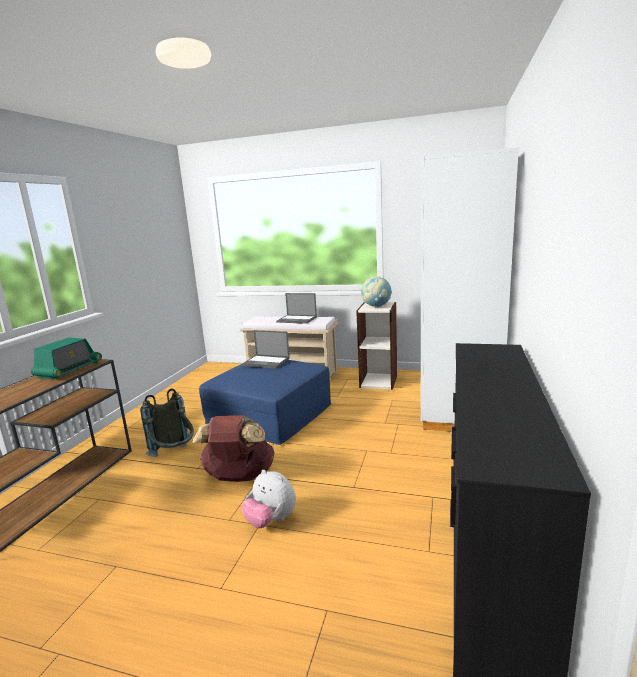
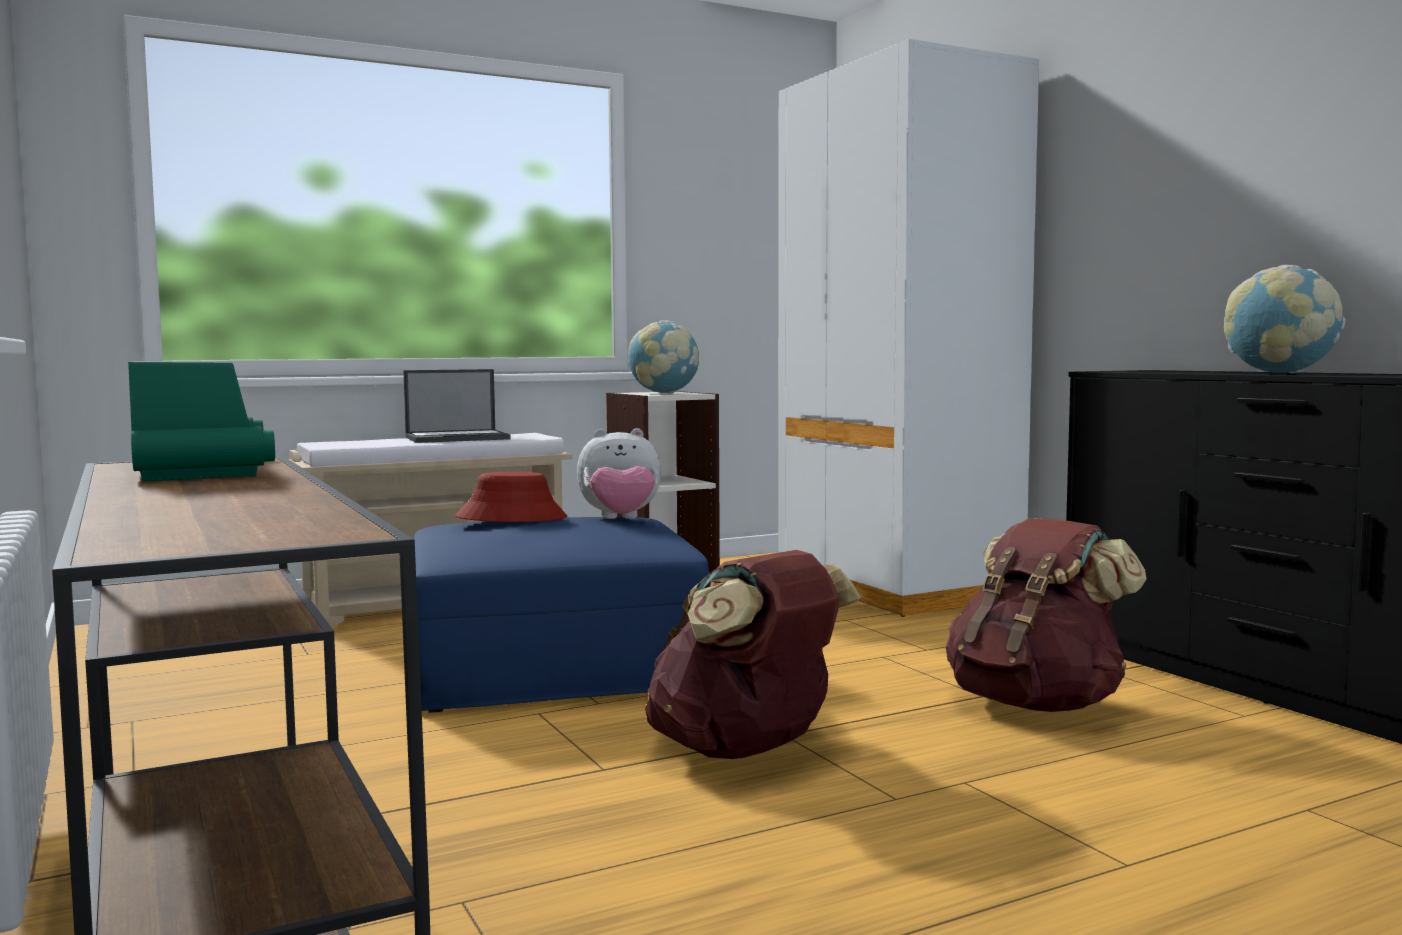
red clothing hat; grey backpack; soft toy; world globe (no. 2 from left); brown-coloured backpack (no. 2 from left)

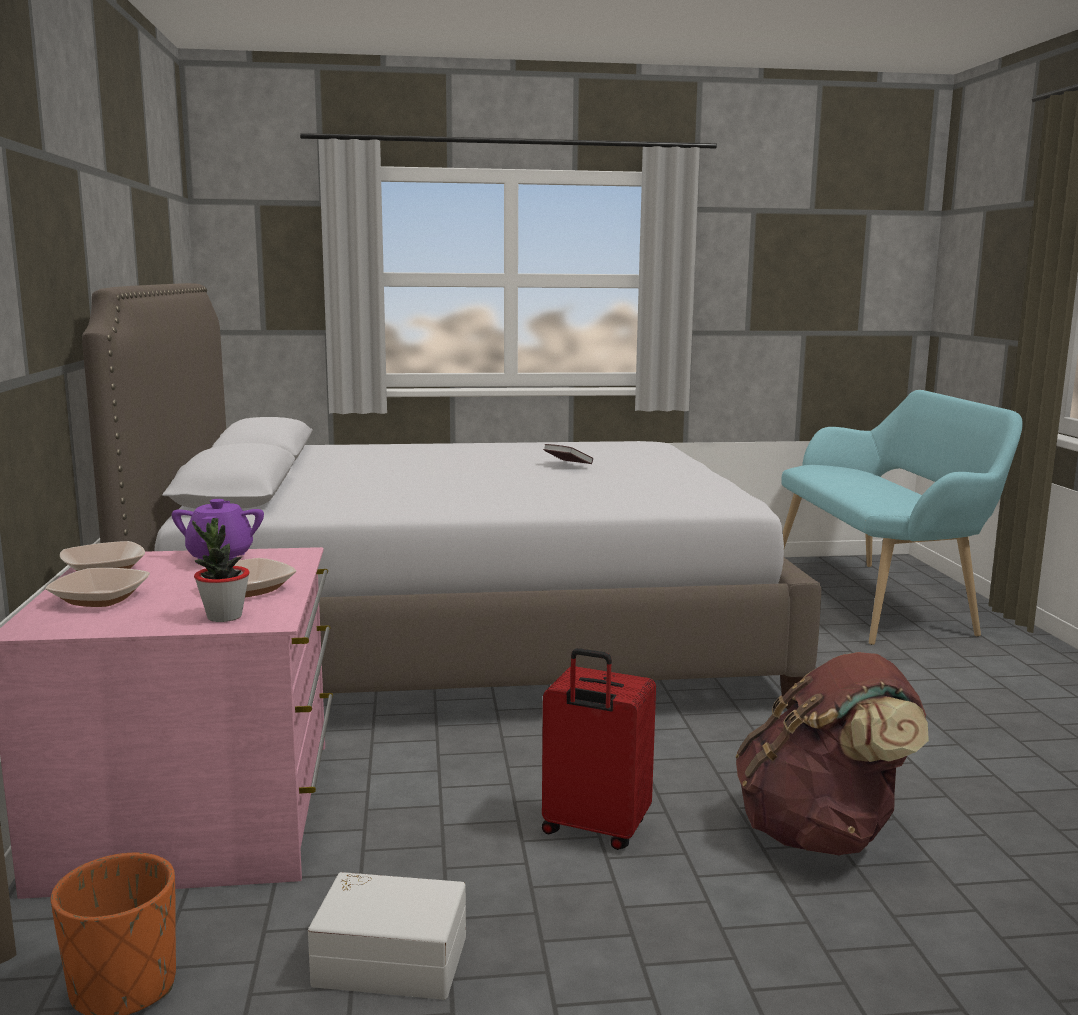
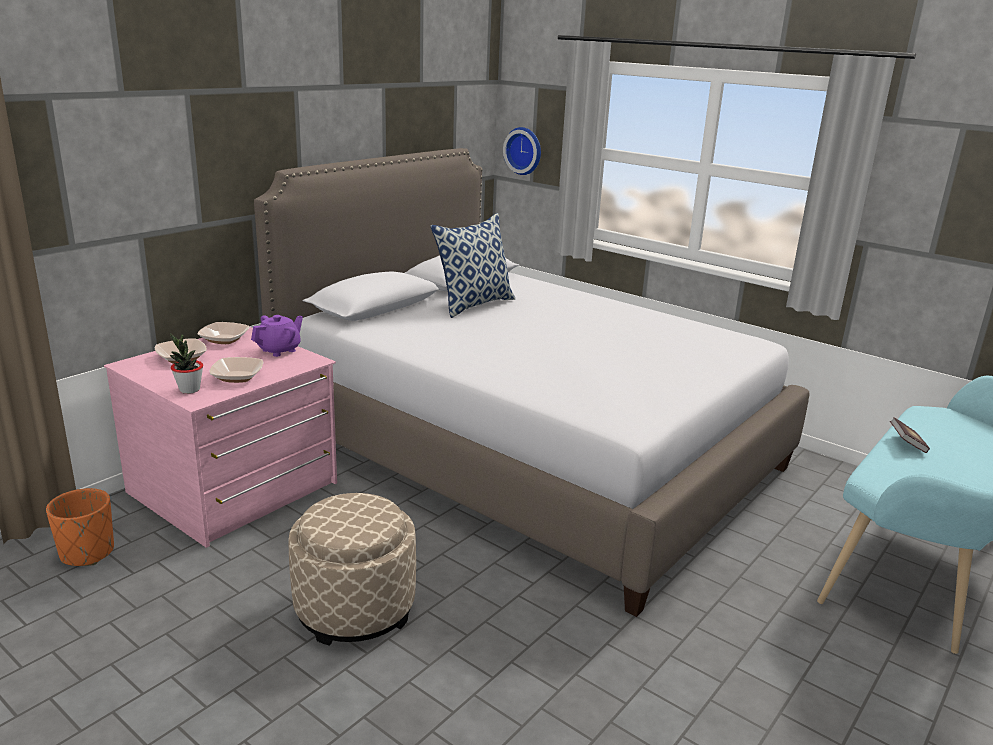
volume; sand-coloured footrest; brown-coloured backpack; white storage box; clock on the wall; pillow

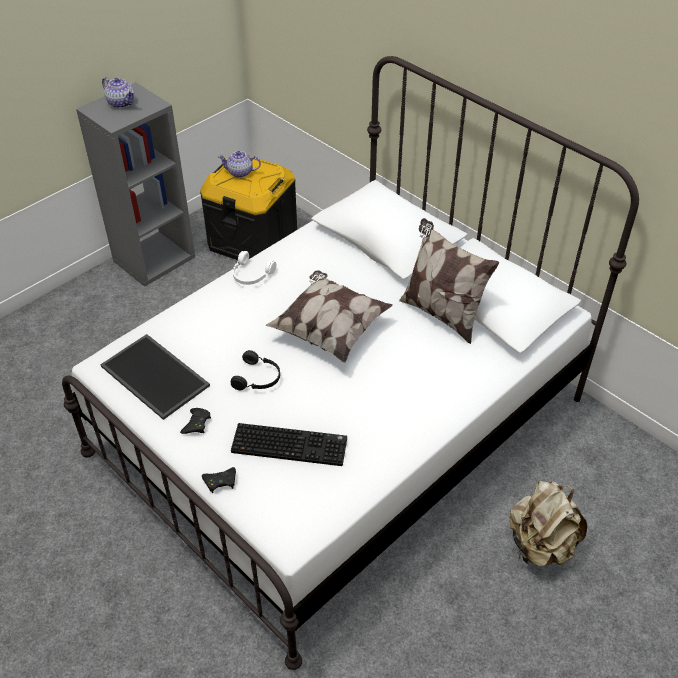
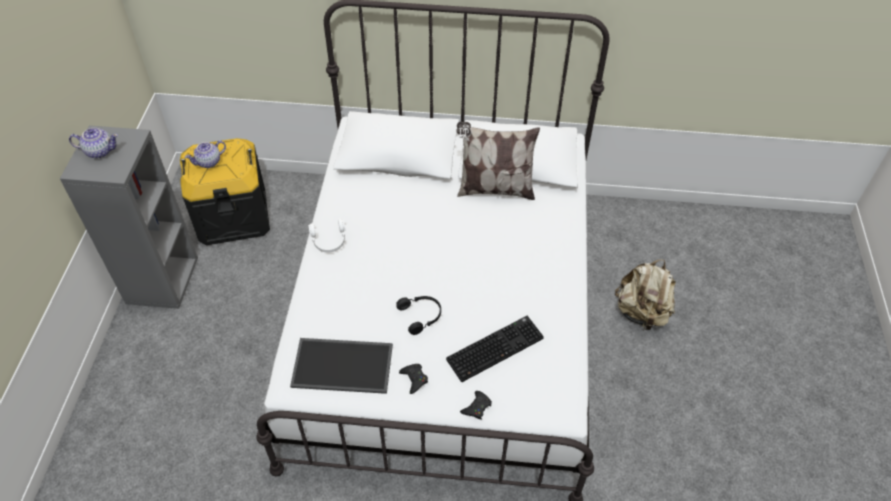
pillow (no. 1 from left in the first image)

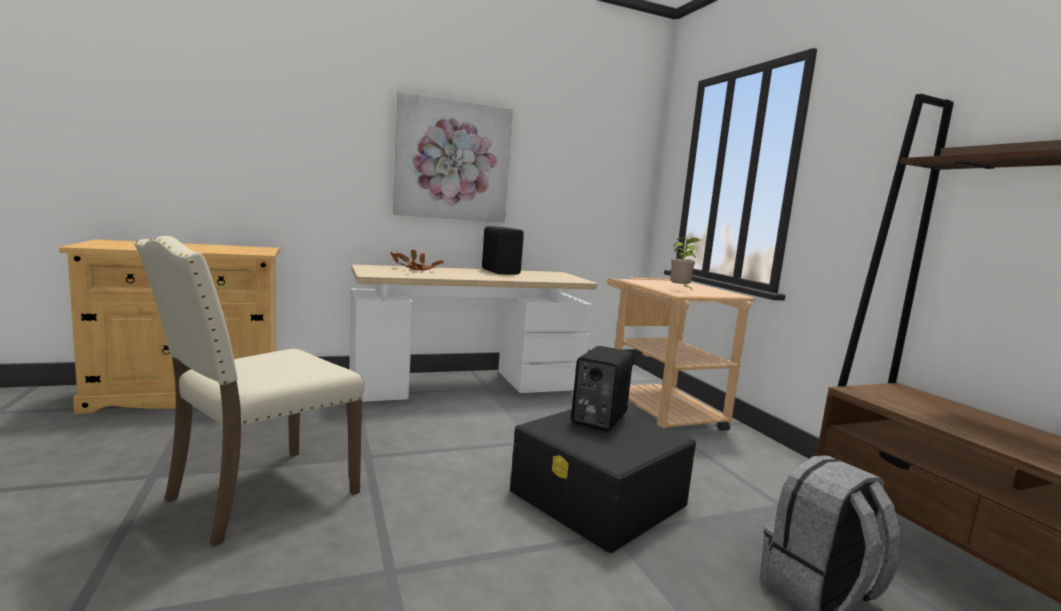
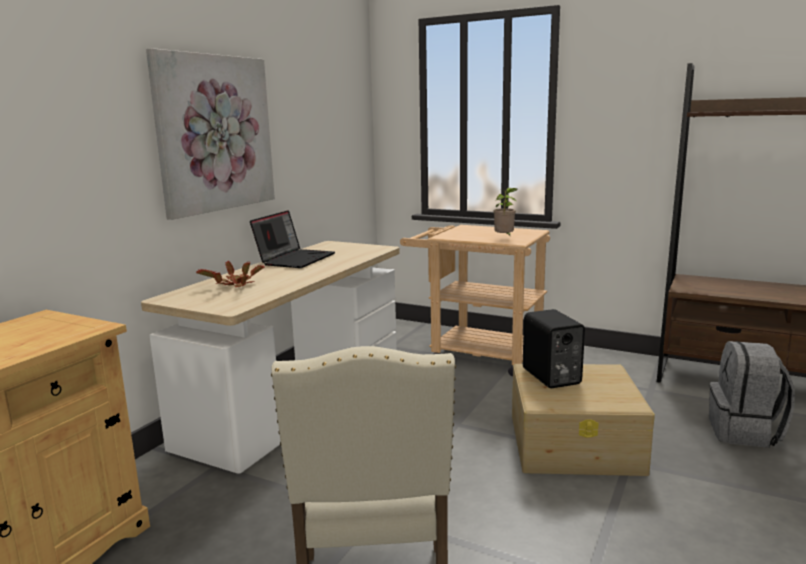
portable computer; sand-coloured storage box

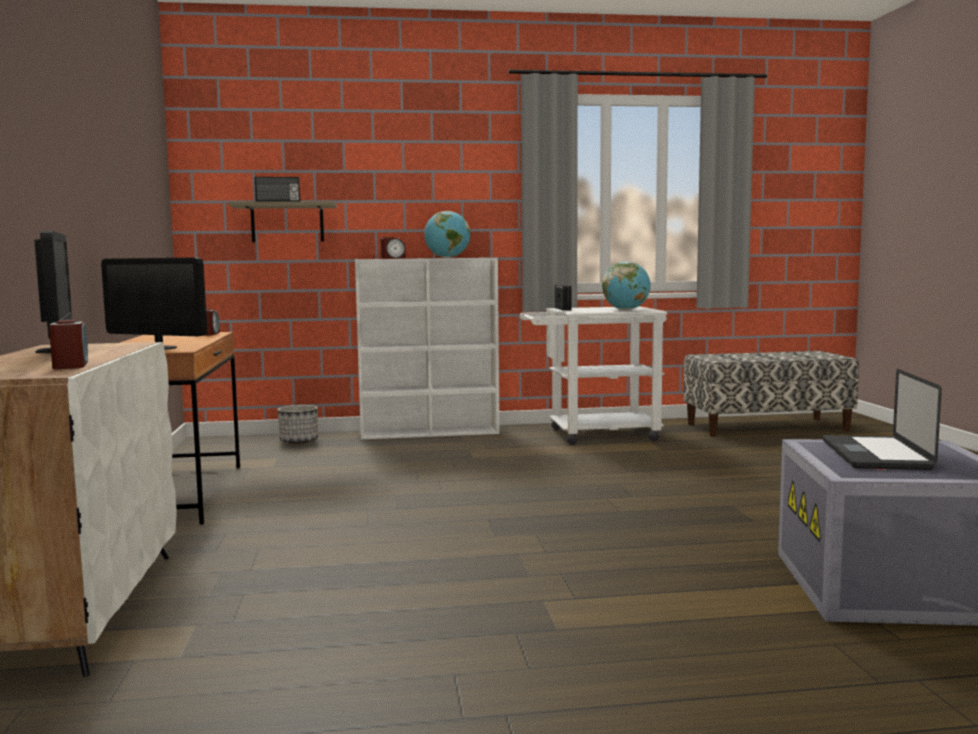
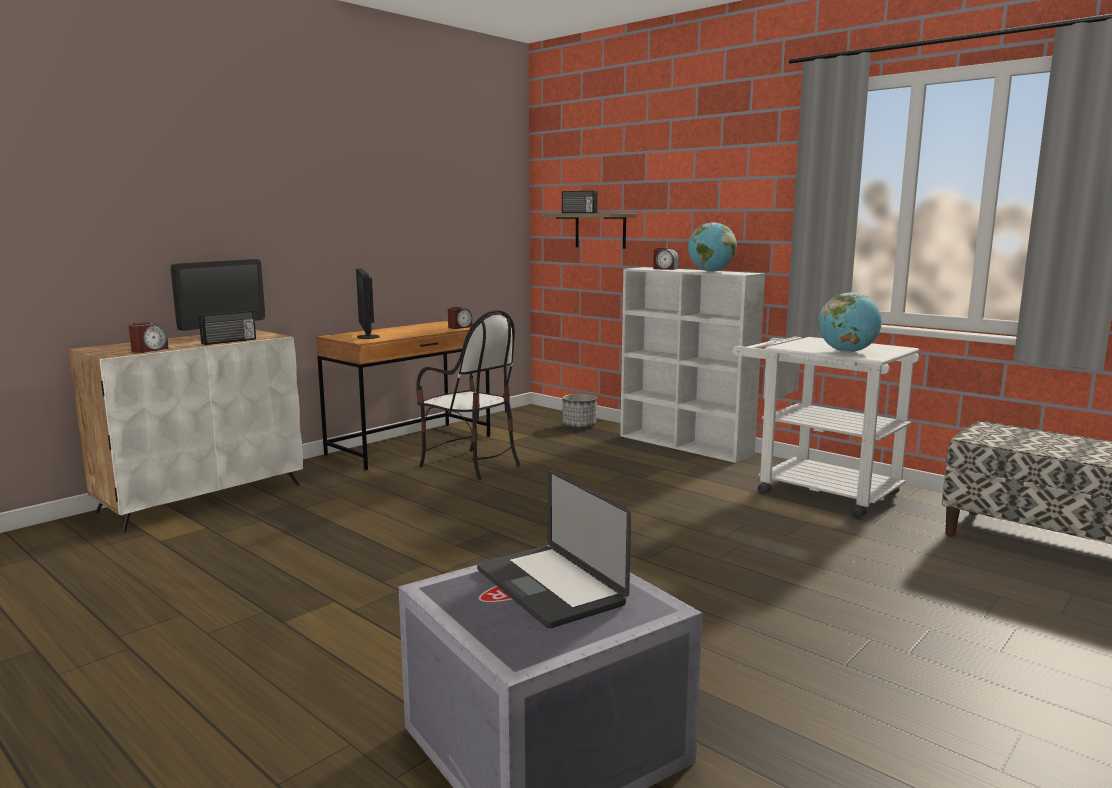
radio set (no. 1 from left); portable computer; plain chair

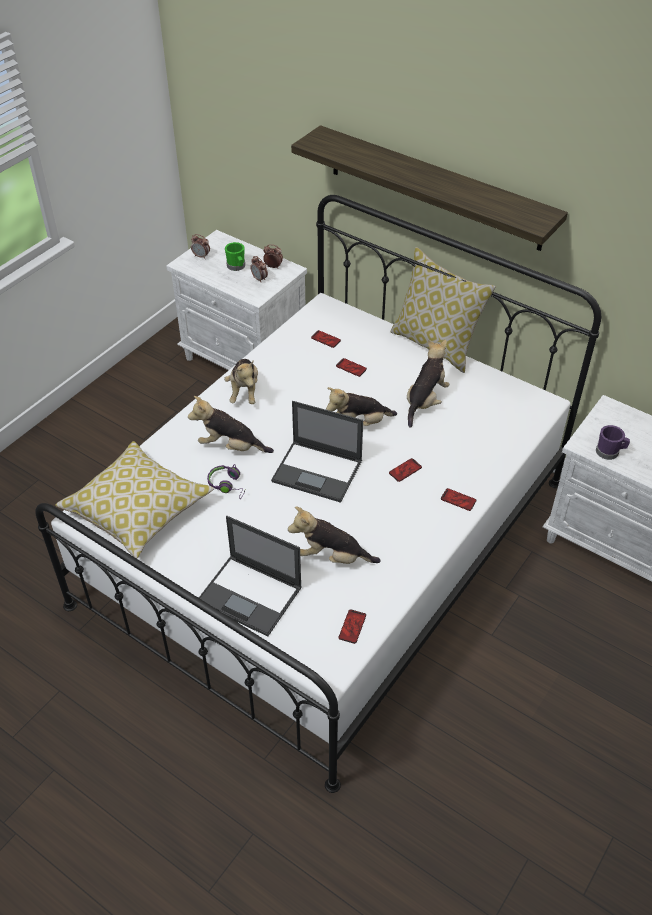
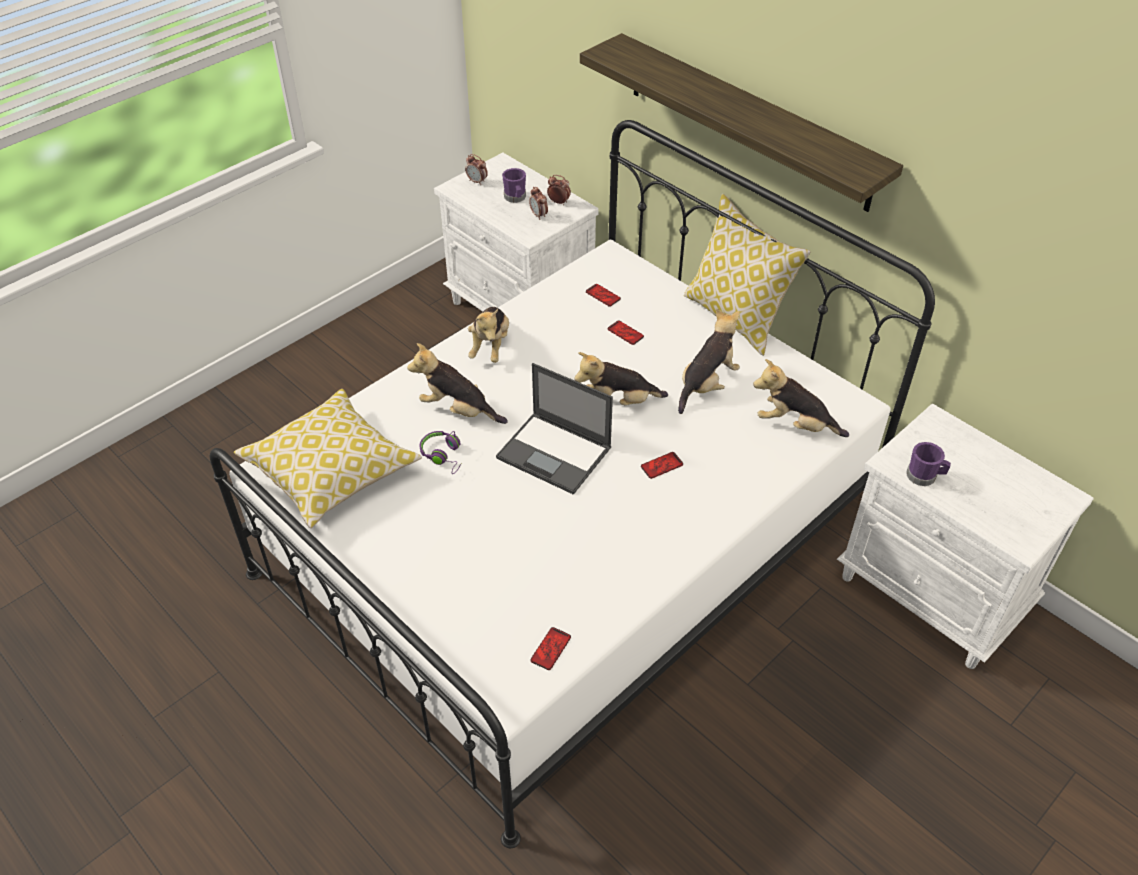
purple mug (no. 1 from left); phone (no. 5 from left in the first image); soft toy (no. 5 from left); portable computer (no. 1 from left in the first image)

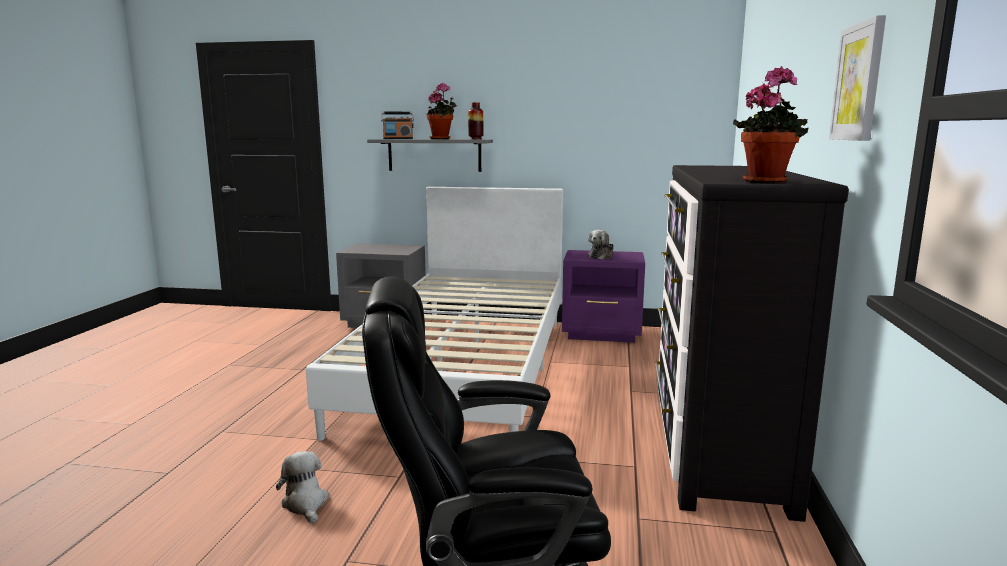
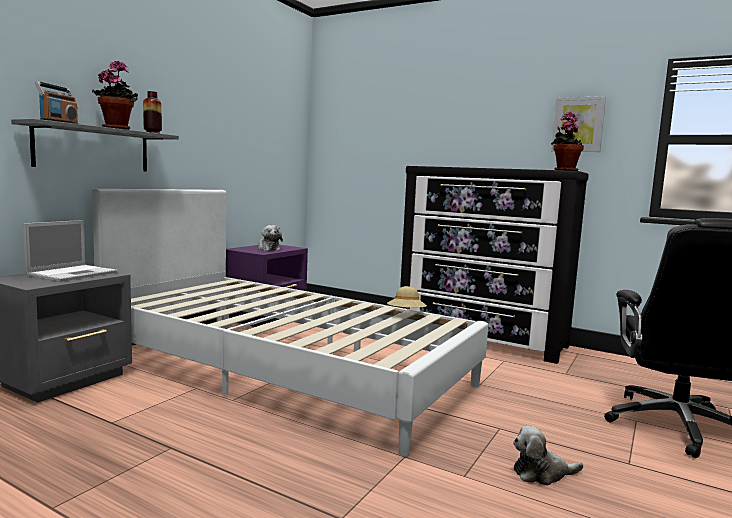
portable computer; sand-coloured clothing hat

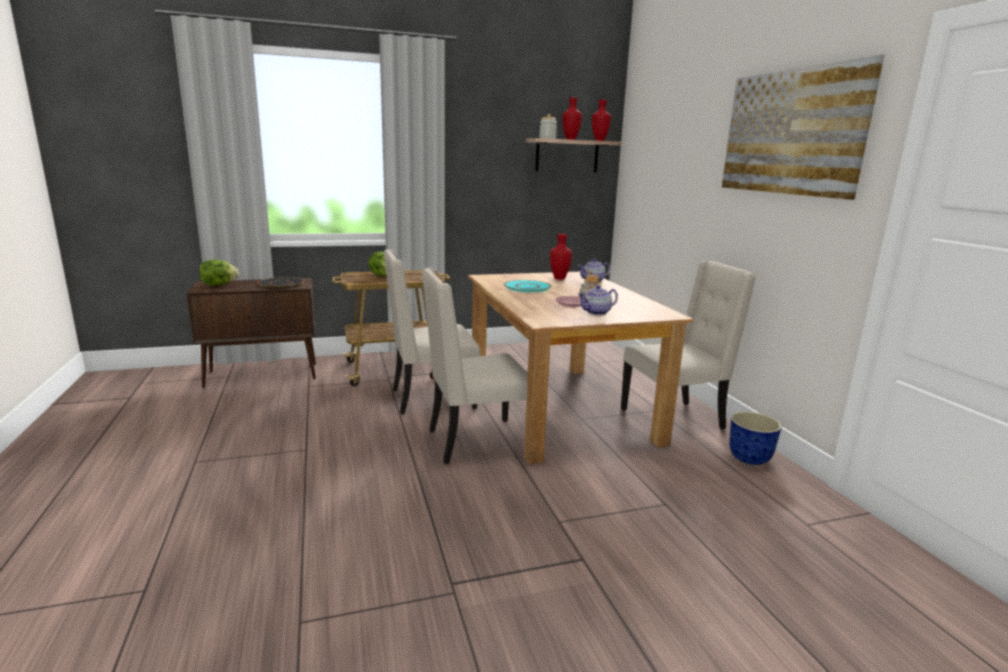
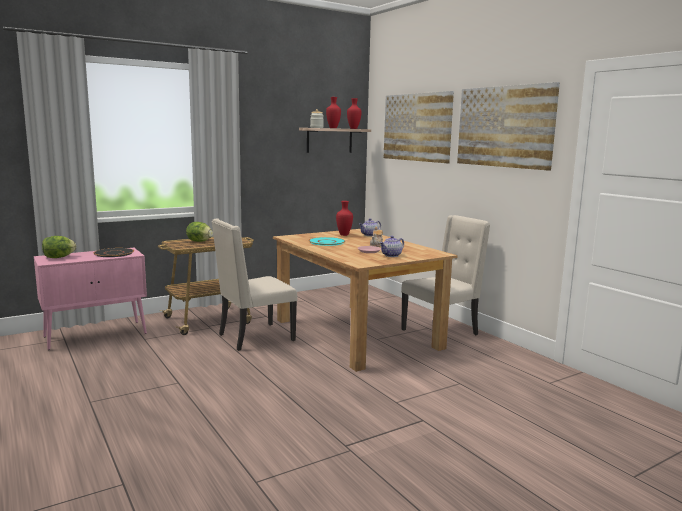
sand-coloured plain chair (no. 2 from left in the first image); pink-coloured cabinet; plant pot; wall picture (no. 1 from left)

